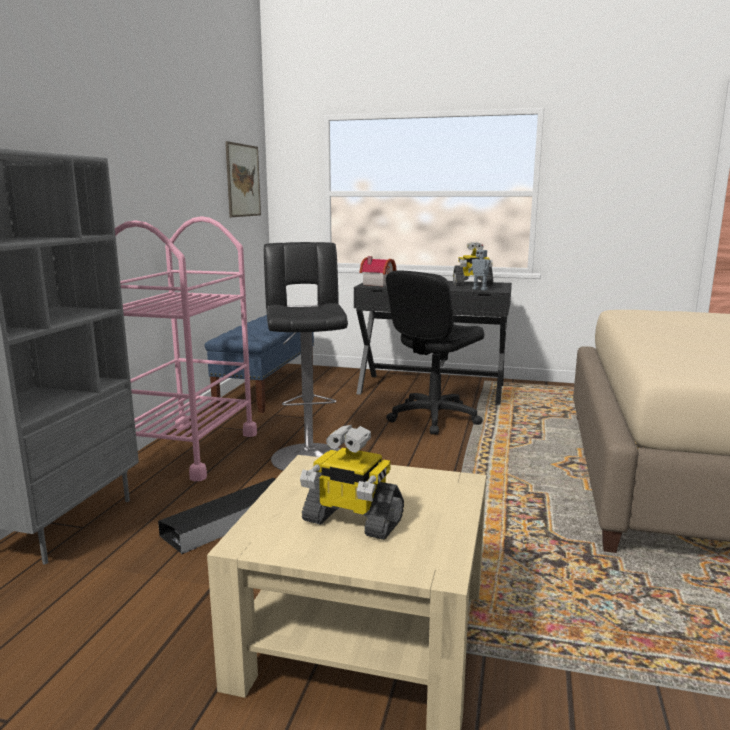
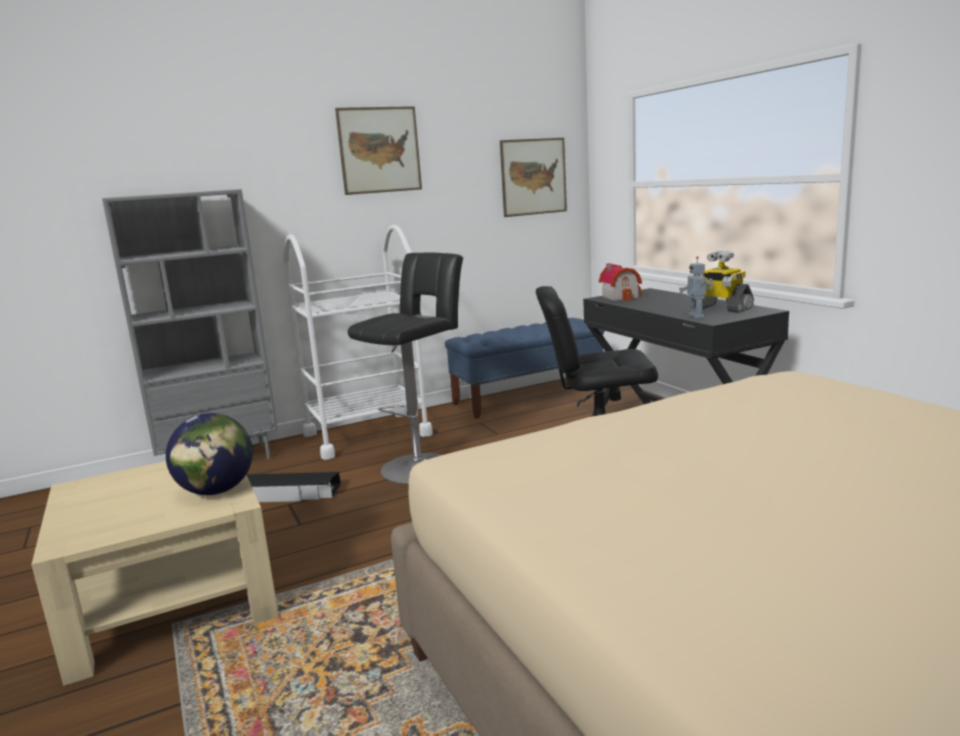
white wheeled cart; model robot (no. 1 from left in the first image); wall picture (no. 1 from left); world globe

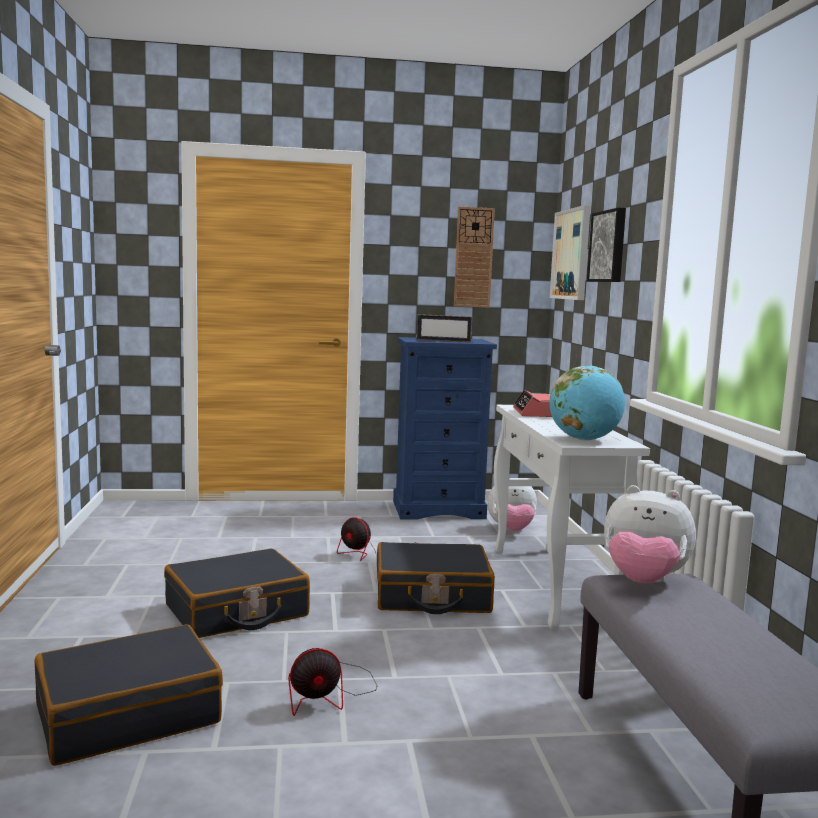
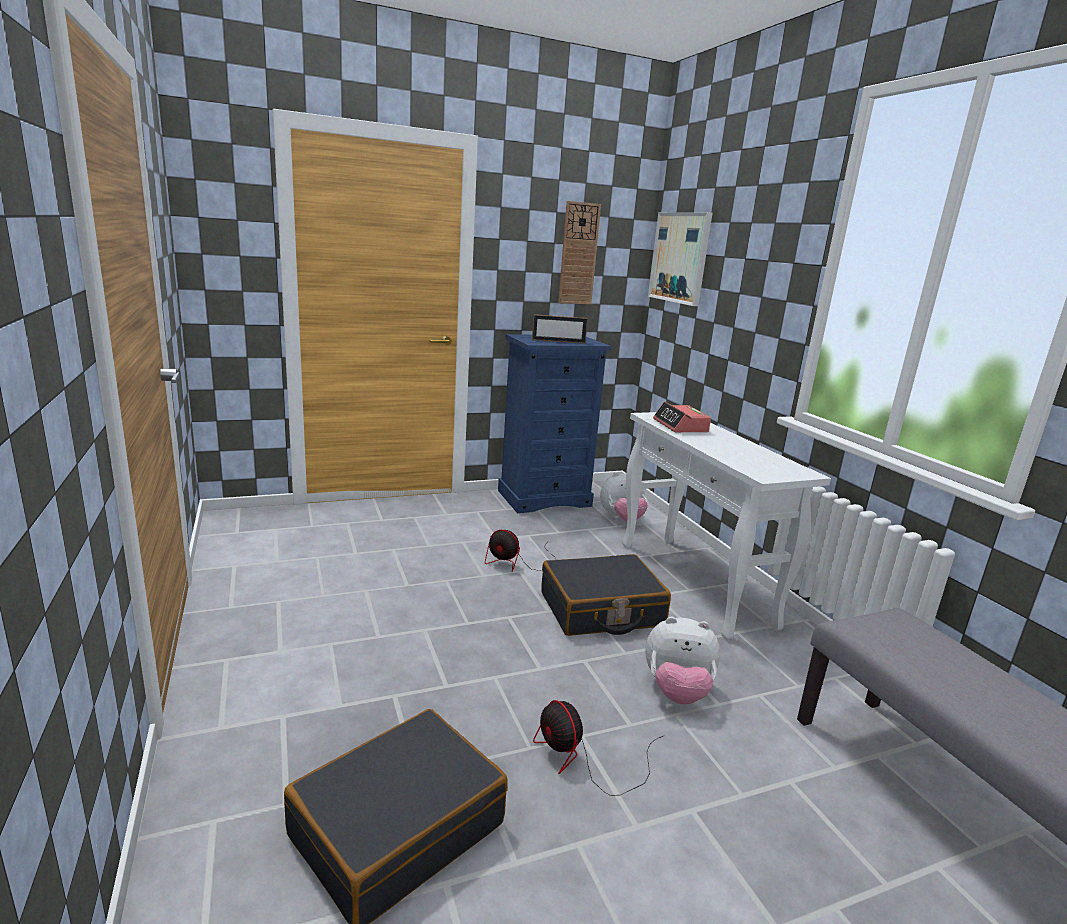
wall picture (no. 2 from left in the first image); world globe; soft toy (no. 2 from left); black piece of luggage (no. 2 from left in the first image); cooling fan (no. 2 from left)

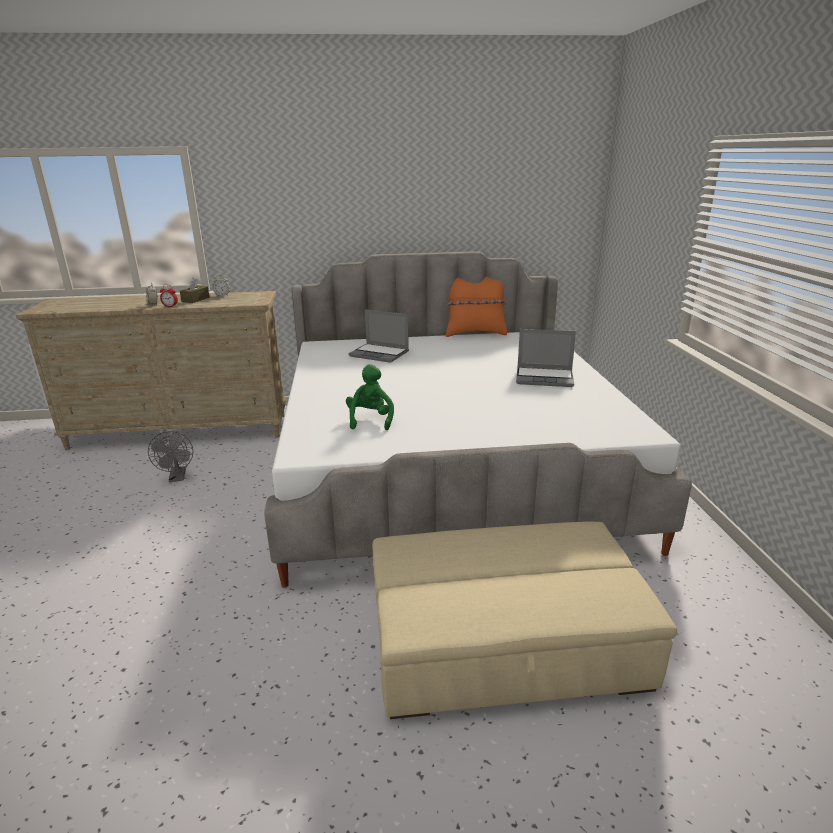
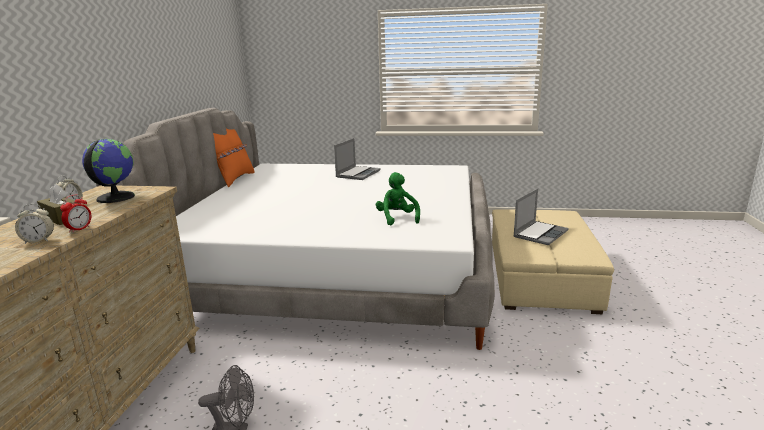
portable computer (no. 2 from left); green-coloured soft toy; world globe

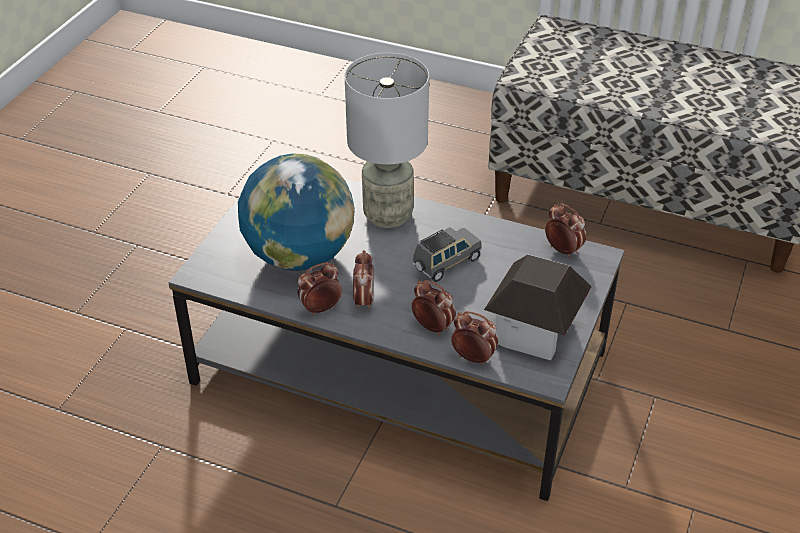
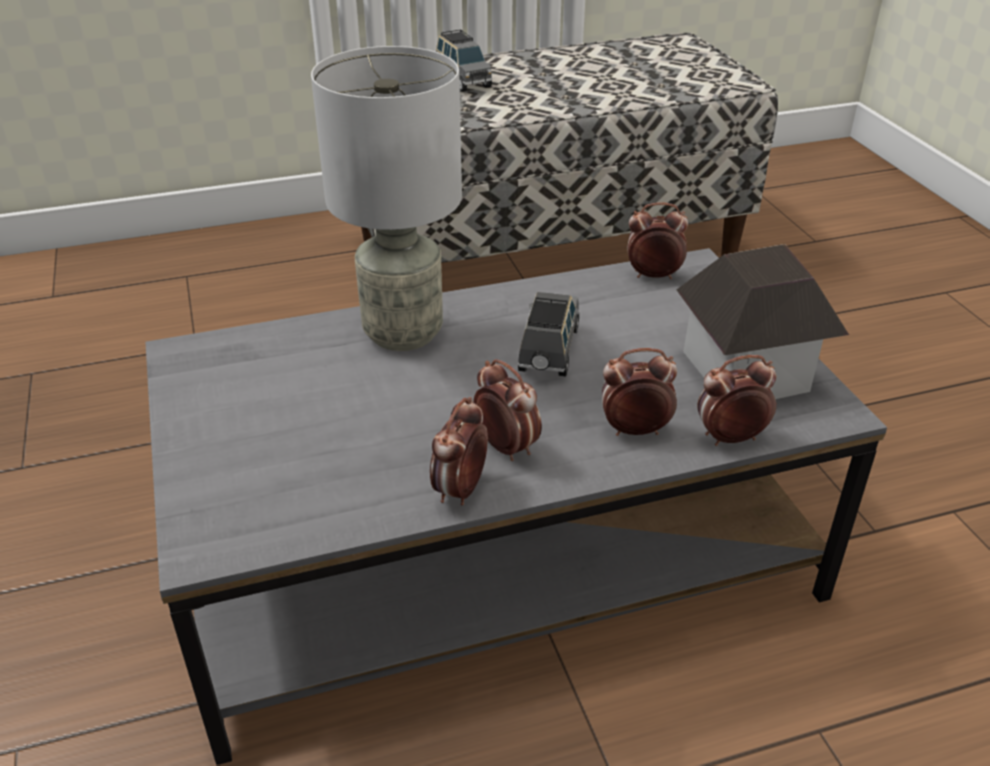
world globe; grey miniature car (no. 1 from left)

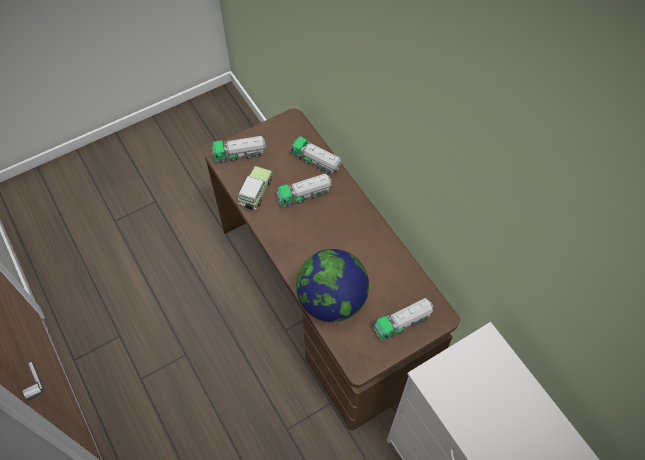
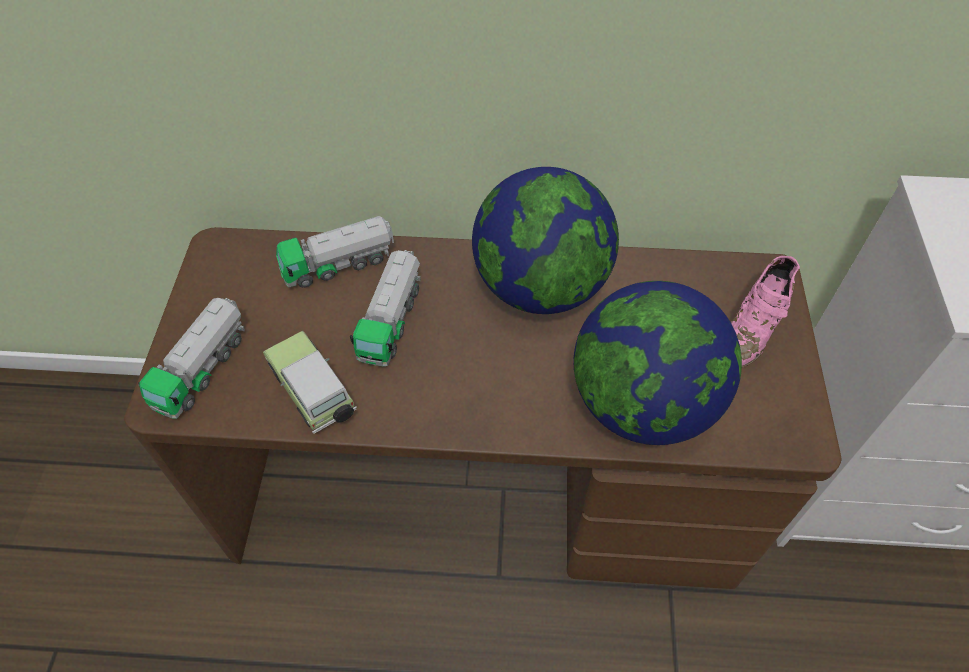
pink-coloured low shoe; world globe (no. 1 from left)

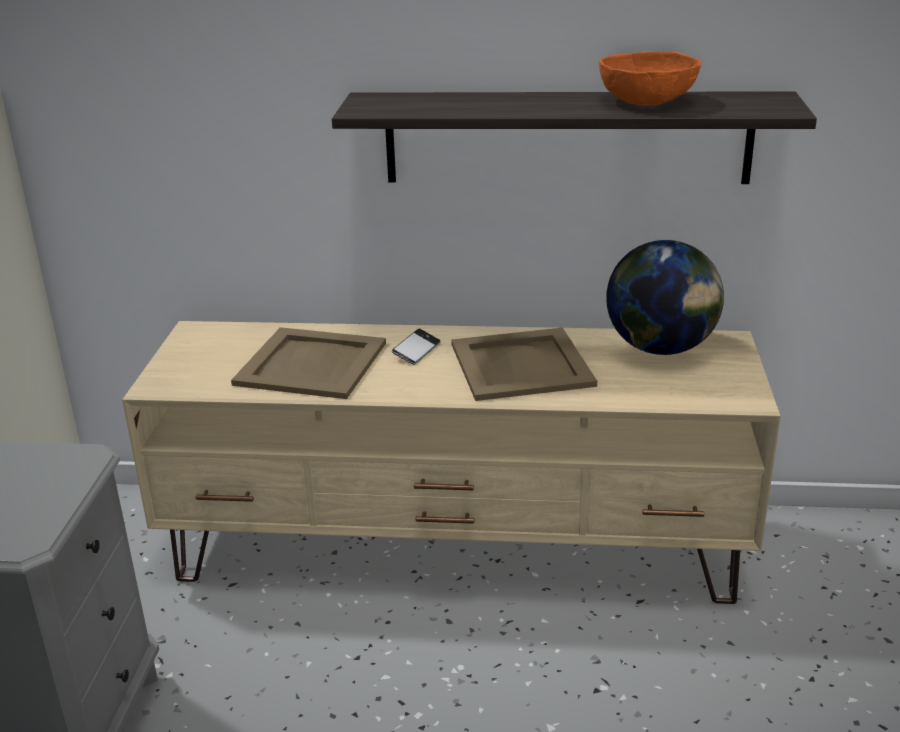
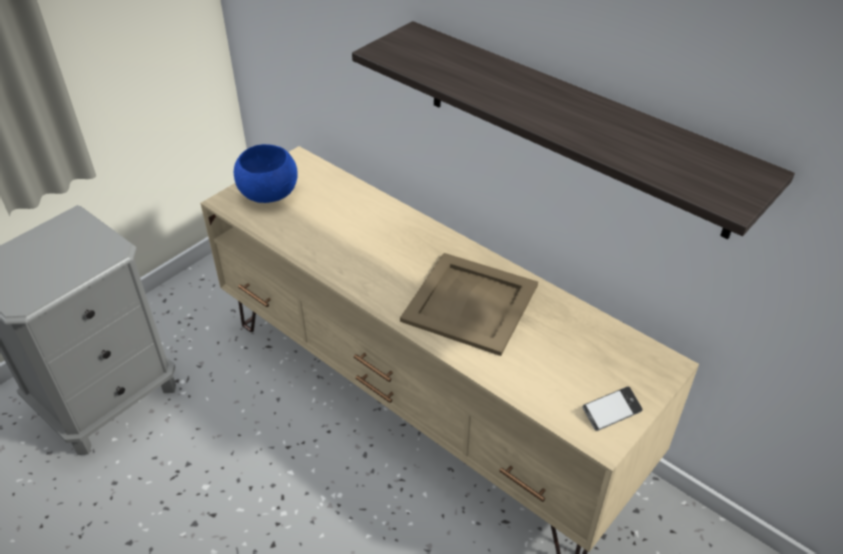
orange-coloured deep dish; world globe; sand-coloured serving tray (no. 1 from left in the first image); phone; blue deep dish

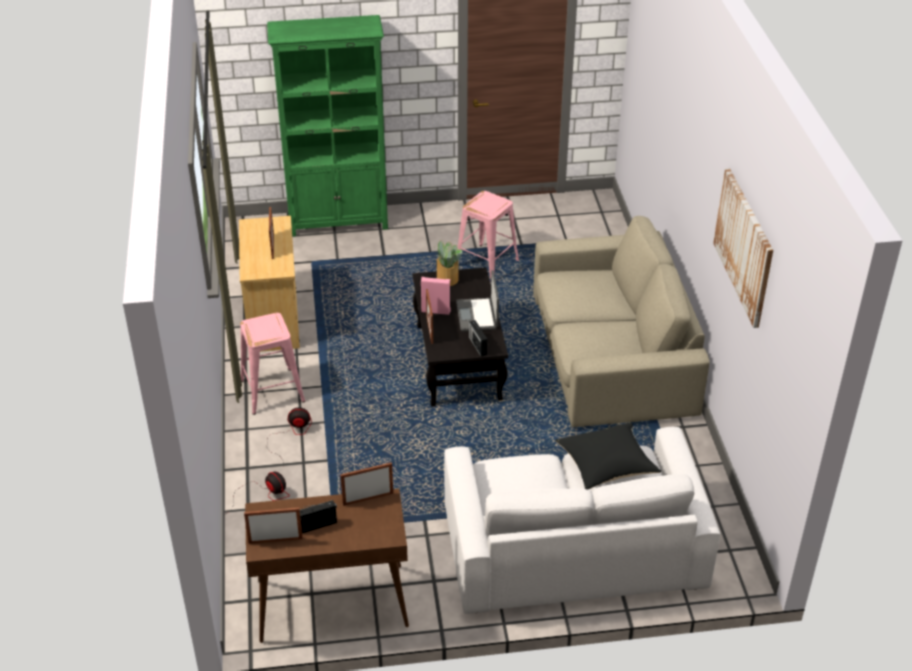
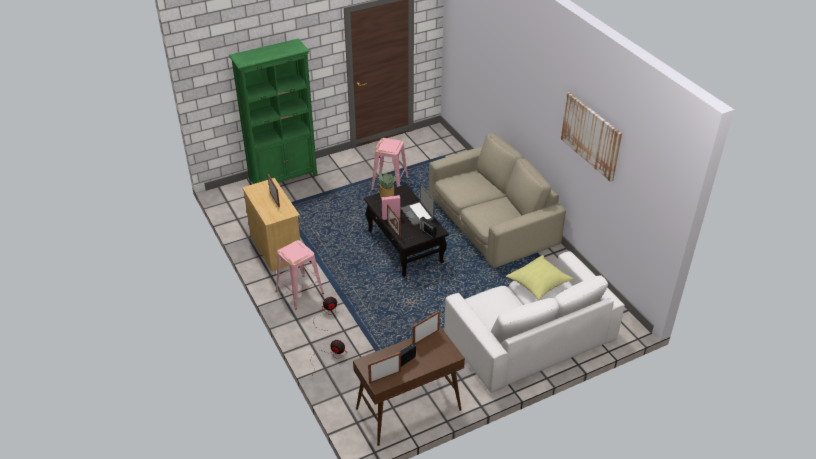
yellow-coloured pillow

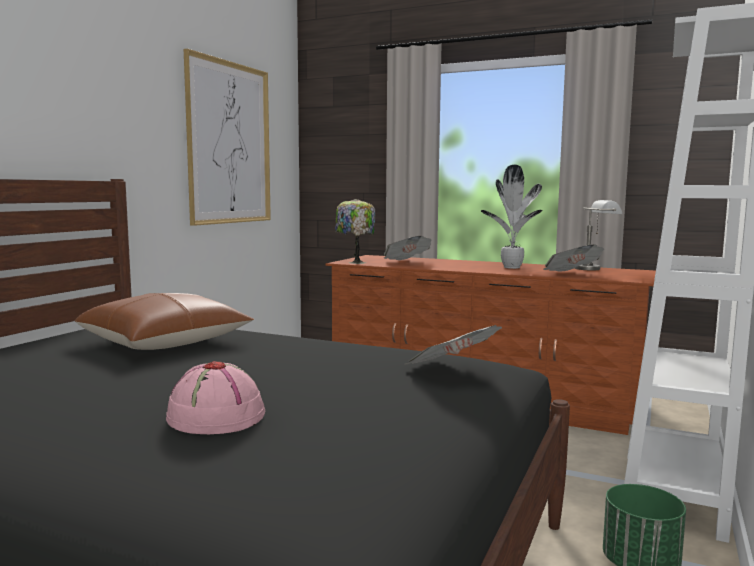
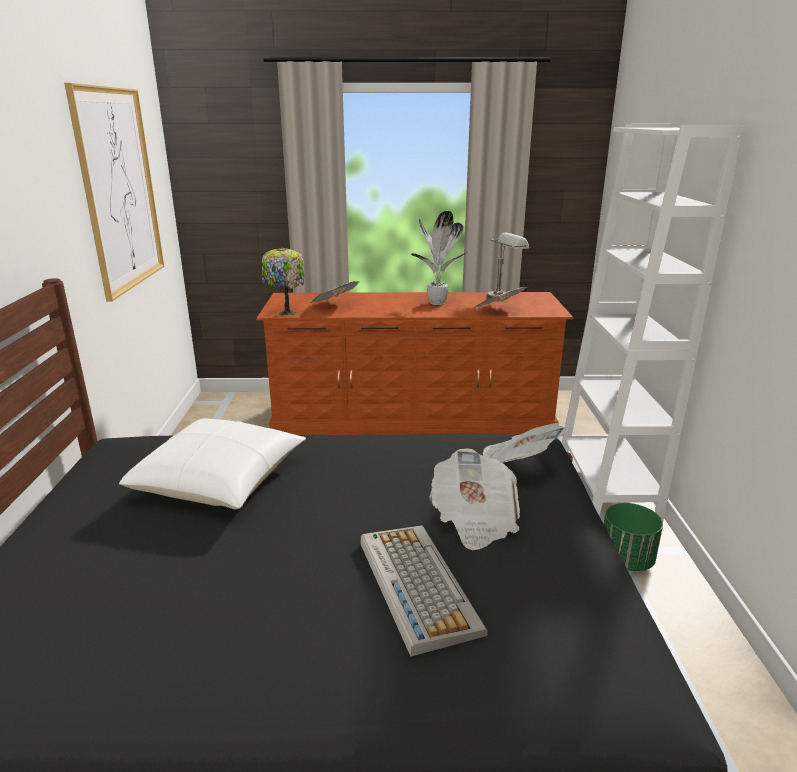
white pillow; PC keyboard; daily paper (no. 2 from left)

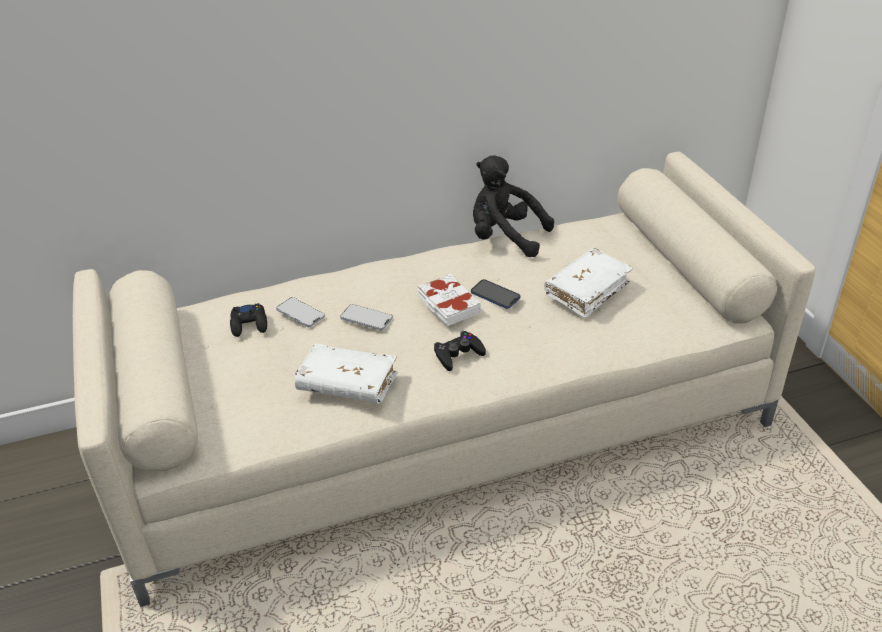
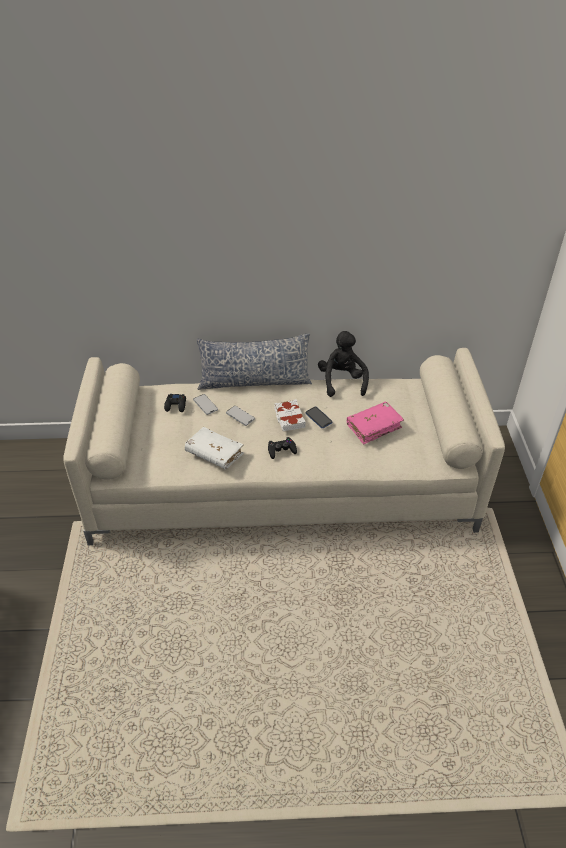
black soft toy; pink-coloured volume; pillow

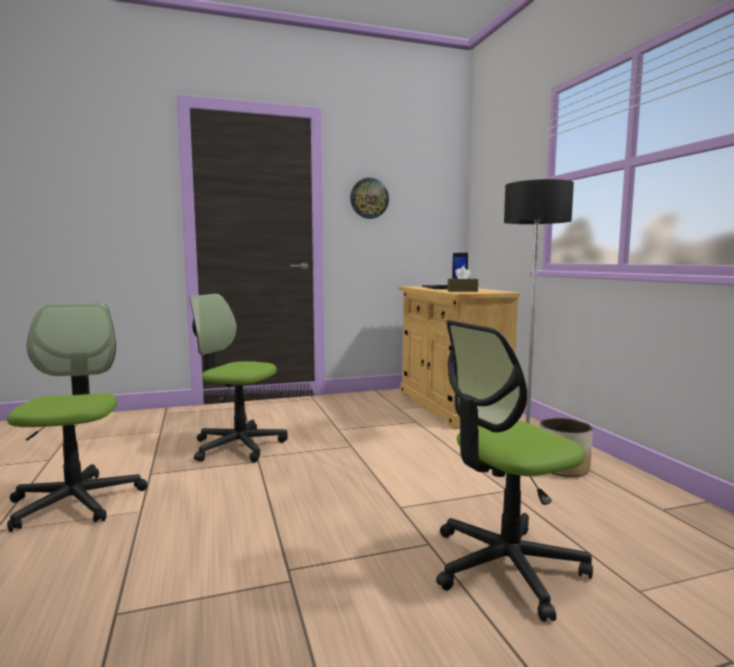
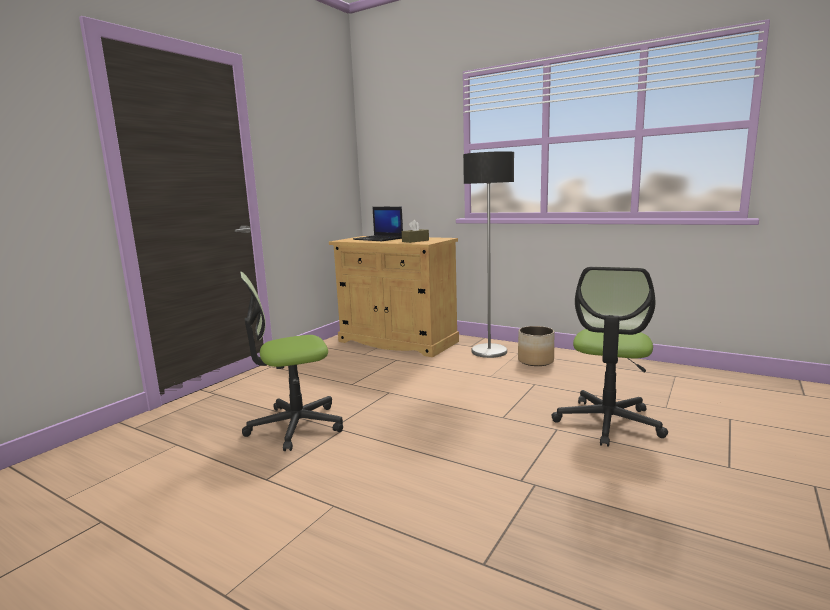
clock on the wall; desk chair (no. 1 from left in the first image)

